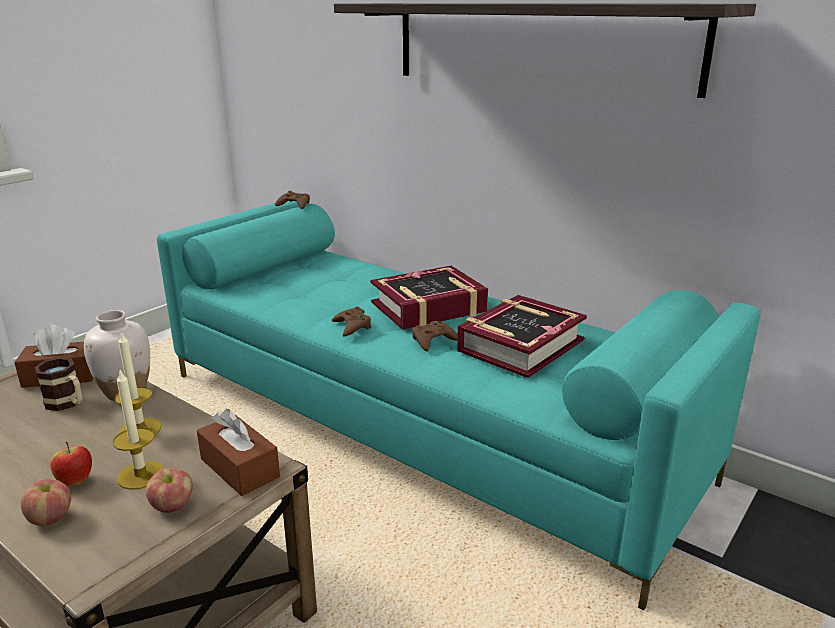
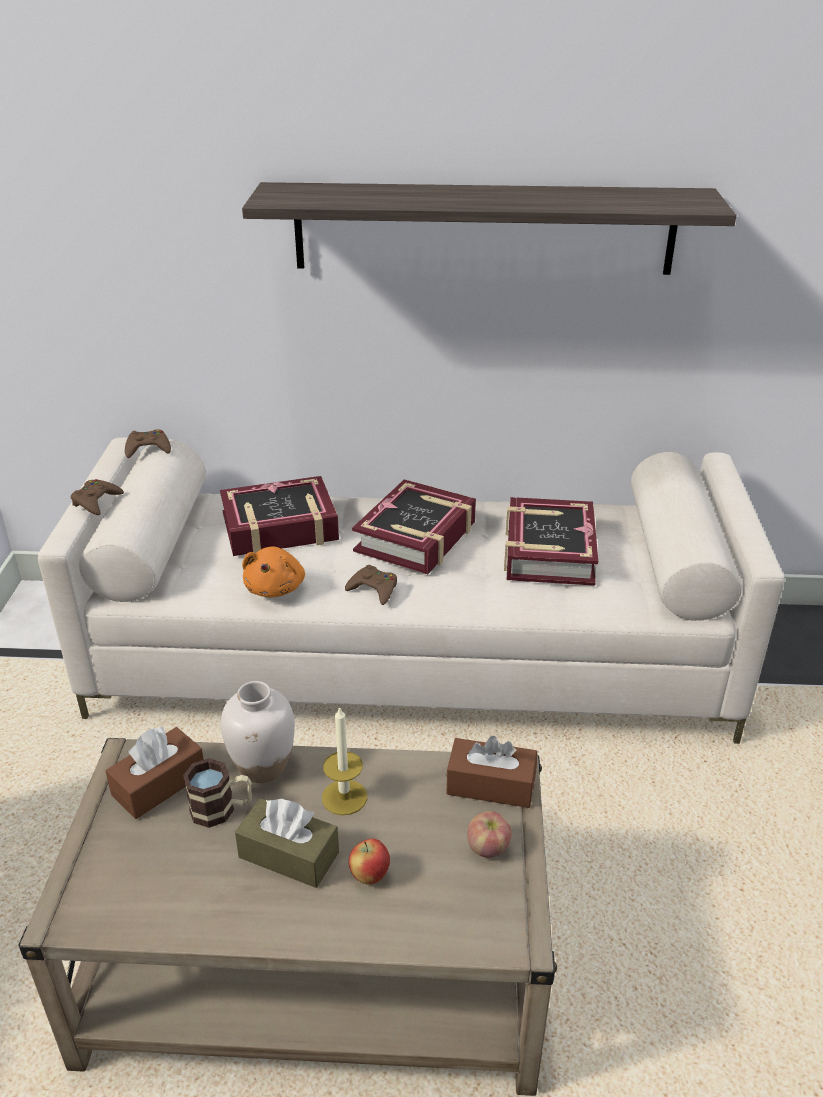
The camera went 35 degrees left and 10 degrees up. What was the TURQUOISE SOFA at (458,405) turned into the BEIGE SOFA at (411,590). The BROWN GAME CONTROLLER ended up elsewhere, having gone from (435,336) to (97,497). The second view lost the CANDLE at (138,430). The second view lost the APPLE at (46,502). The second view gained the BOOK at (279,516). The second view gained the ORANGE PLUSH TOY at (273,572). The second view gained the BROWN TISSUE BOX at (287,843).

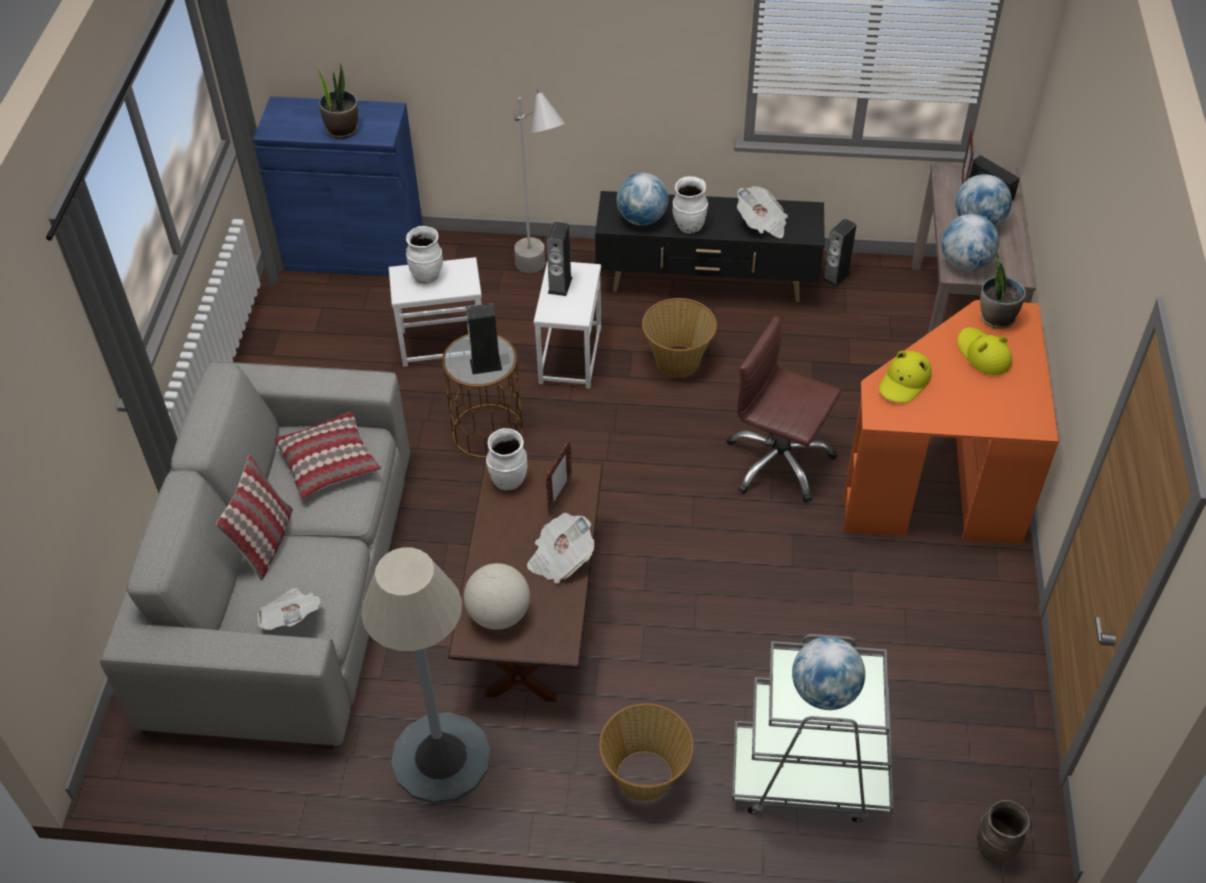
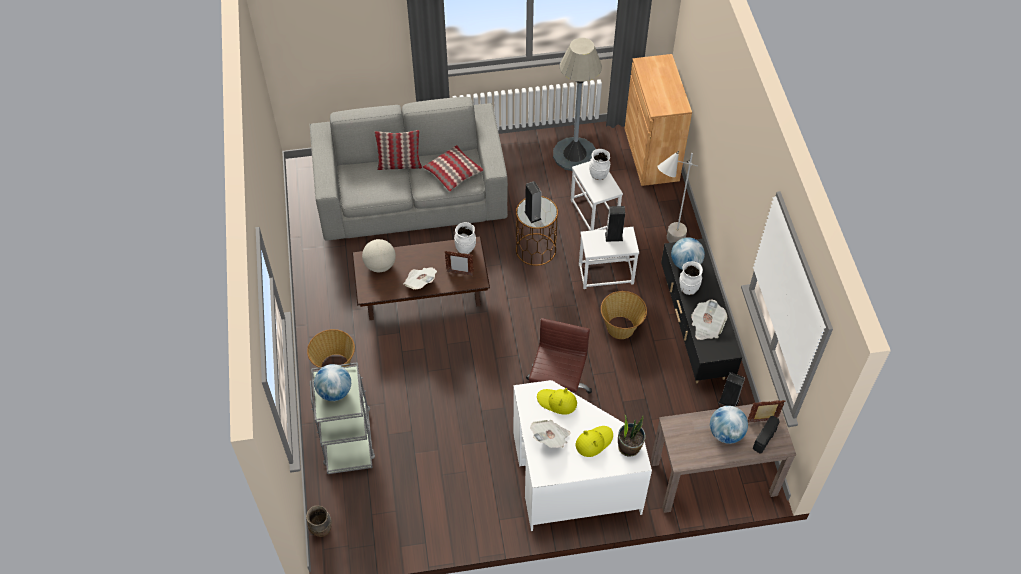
The camera went 75 degrees right and 5 degrees up. The second view lost the POTTED PLANT at (336,101). What was the BLUE CABINET at (338,186) turned into the BROWN CABINET at (658,120). The second view lost the GLOBE at (970,242). What was the ORANGE DESK at (950,422) turned into the WHITE DESK at (582,455). The GREY FLOOR LAMP ended up elsewhere, having gone from (426,675) to (577,104). The NEWSPAPER ended up elsewhere, having gone from (289,609) to (550,434).

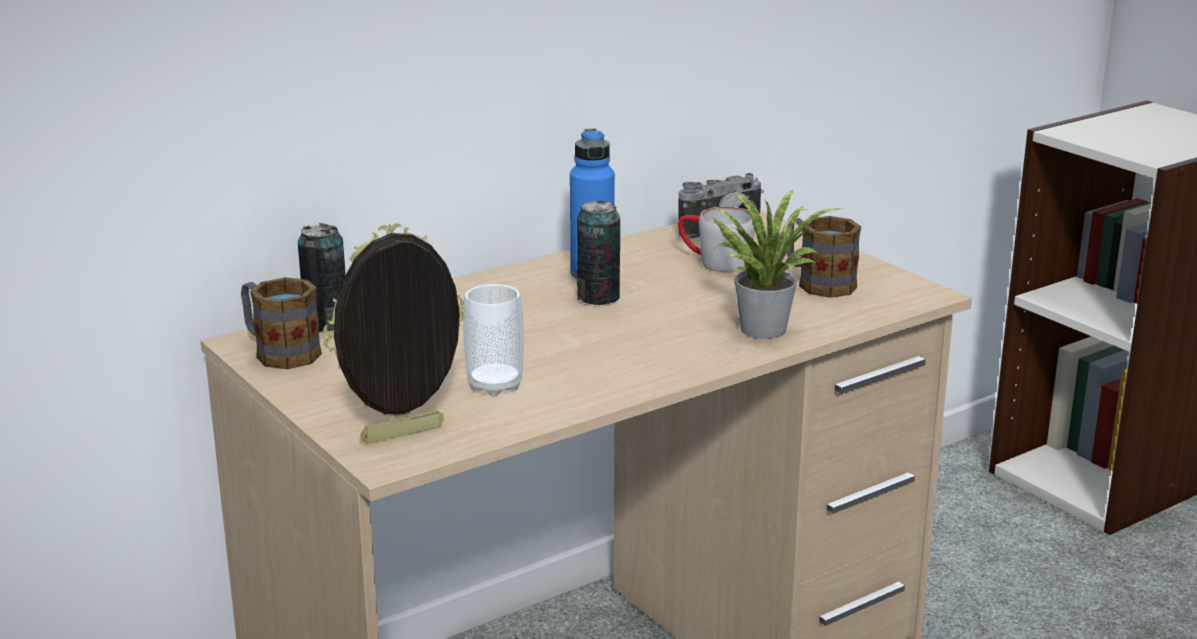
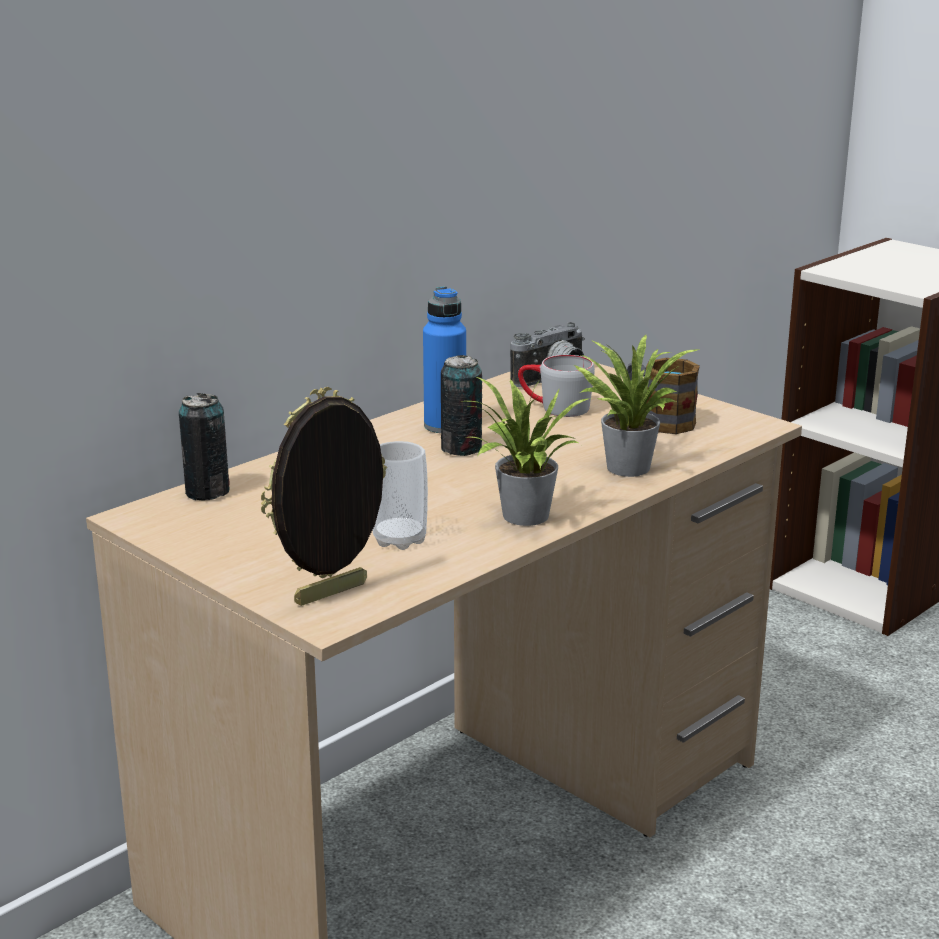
The camera went 10 degrees left and 0 degrees up. The second view lost the MUG at (281,323). The second view gained the POTTED PLANT at (526,451).

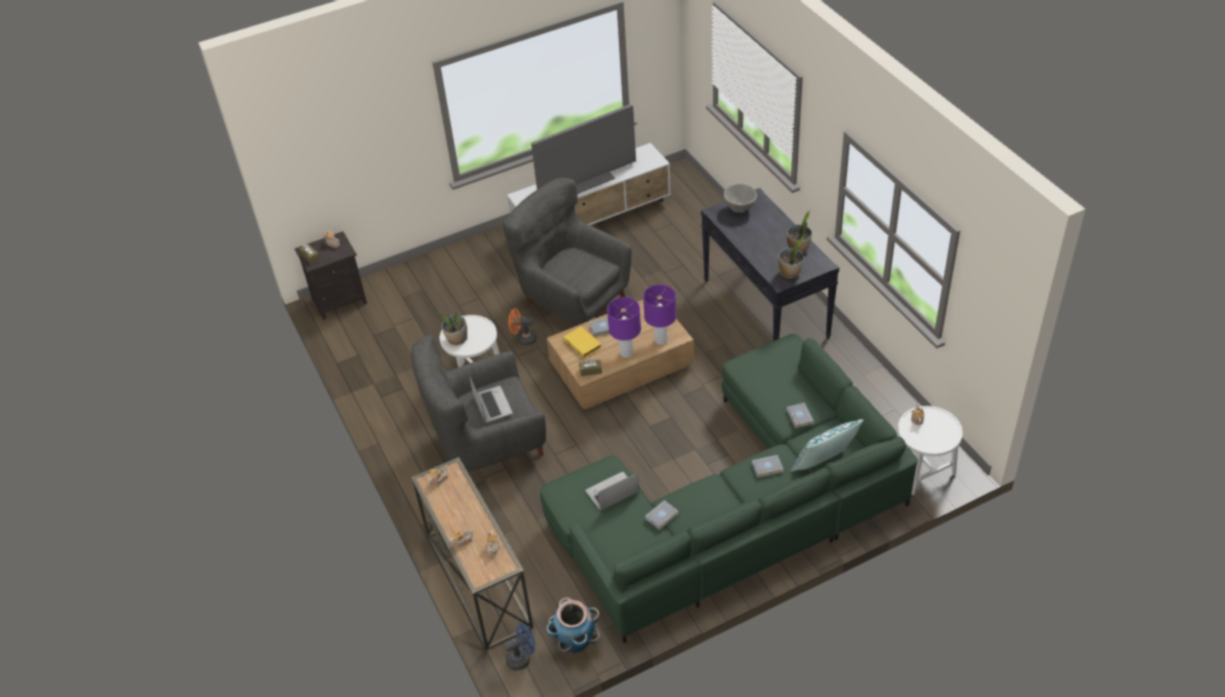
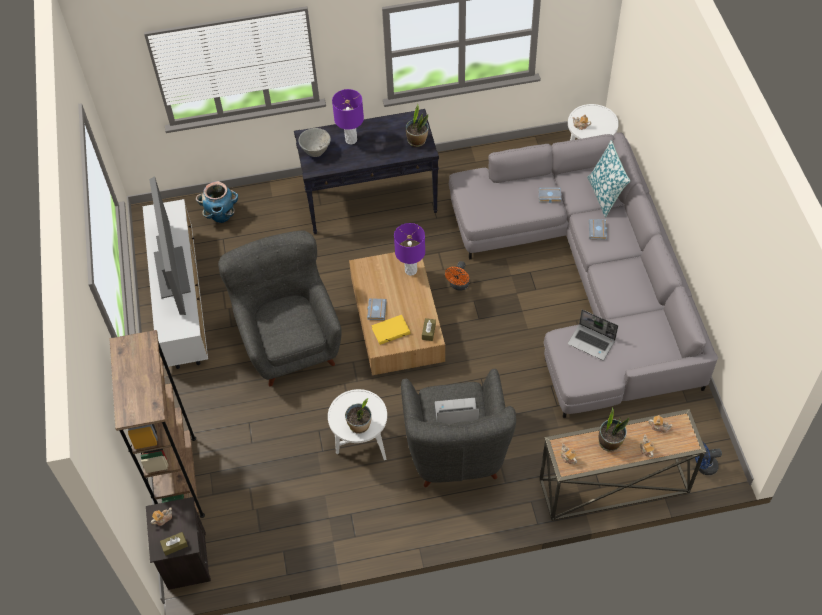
The camera went 75 degrees left and 10 degrees up. The GREY ARMCHAIR at (567,251) ended up facing another way, 105 degrees clockwise from before. The POTTED PLANT ended up elsewhere, having gone from (799,231) to (614,429). The PURPLE TABLE LAMP ended up elsewhere, having gone from (624,327) to (348,116). The ORANGE FAN ended up elsewhere, having gone from (522,327) to (457,276). What was the GREEN SOFA at (729,488) turned into the GREY SOFA at (583,275). The LAPTOP at (612,491) ended up facing another way, 45 degrees counterclockwise from before. The second view lost the GREY BOOK at (661,515). The PLANTER ended up elsewhere, having gone from (573,625) to (217,202). The BLUE FAN at (519,647) ended up facing another way, 90 degrees counterclockwise from before. The second view gained the BROWN BOOKCASE at (157,424).

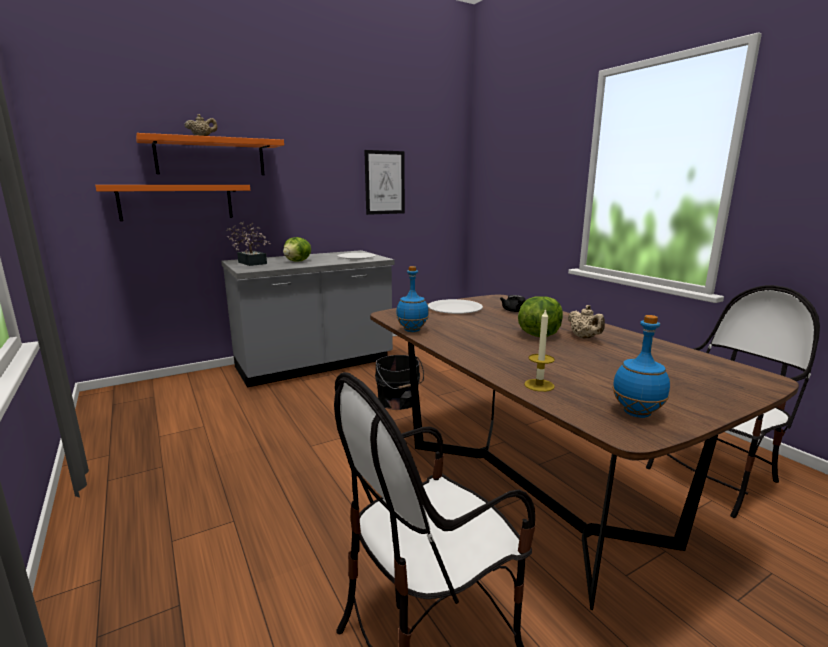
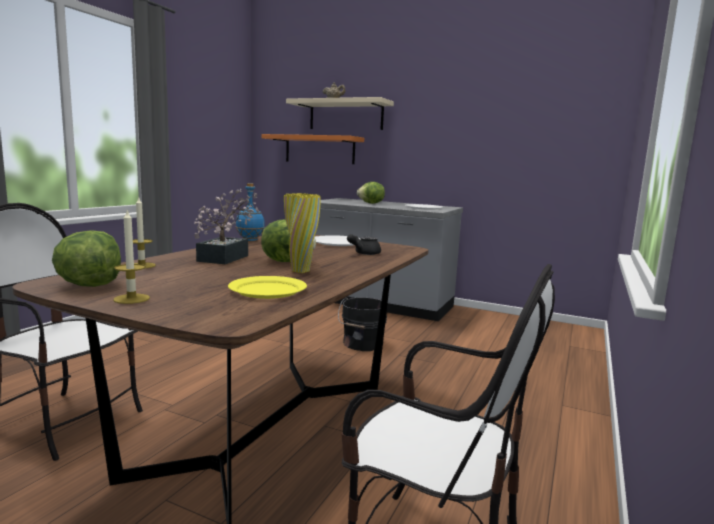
The camera went 55 degrees right and 5 degrees down. What was the ORANGE SHELF at (210,154) turned into the BEIGE SHELF at (340,113). The second view lost the PICTURE at (384,182). The POTTED PLANT ended up elsewhere, having gone from (248,243) to (227,226). Where the BEIGE TEAPOT stood at (586,321), the YELLOW VASE came to stand at (302,233). Where the BLUE BOTTLE stood at (641,366), the LETTUCE came to stand at (86,258). The second view gained the CANDLE at (131,257). The second view gained the YELLOW PLATE at (267,287).

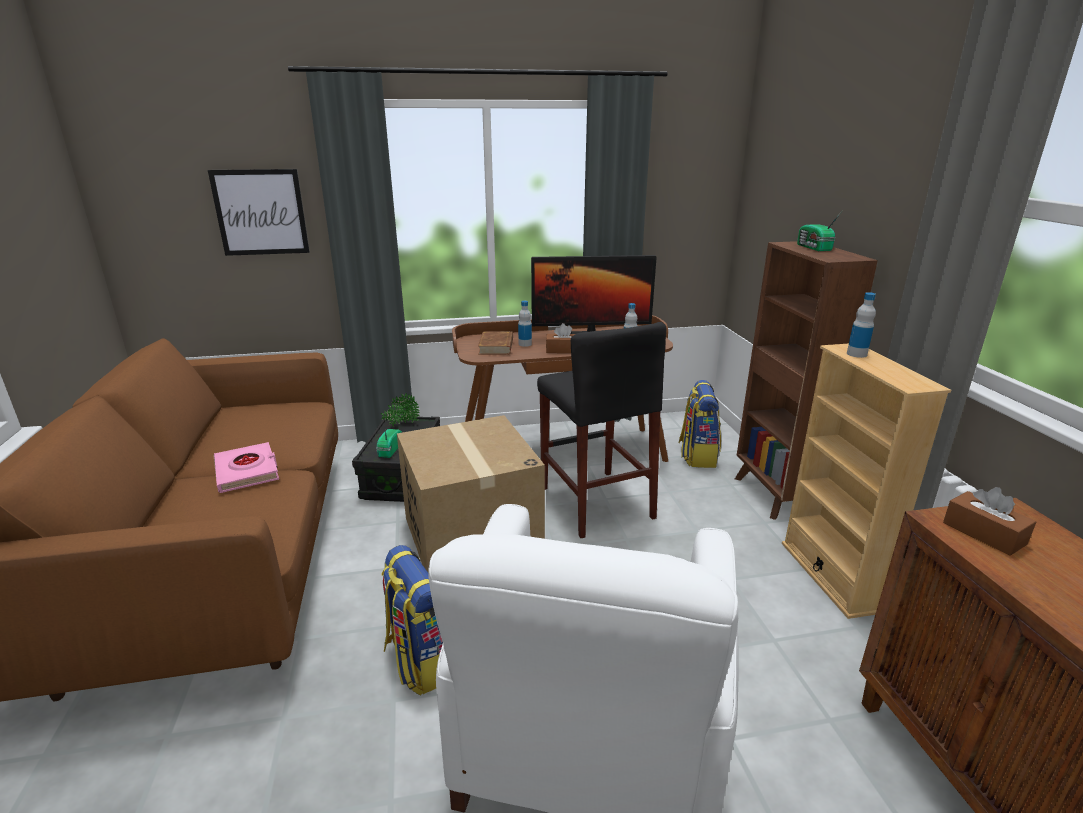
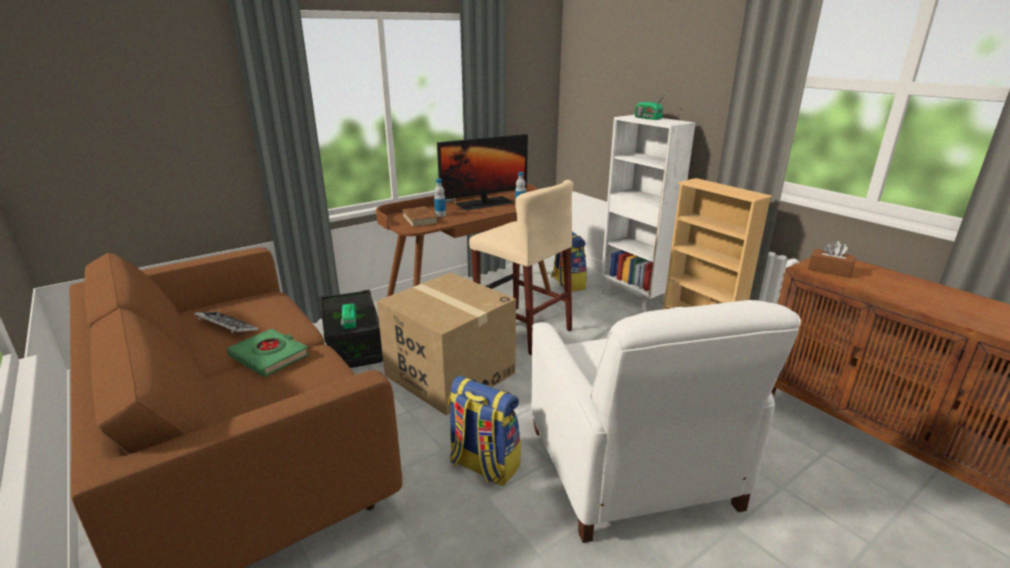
The camera went 25 degrees left and 0 degrees up. The second view lost the PICTURE at (259,212). What was the BROWN BOOKCASE at (806,380) turned into the WHITE BOOKCASE at (648,214). The second view lost the BOTTLE at (861,325). What was the BLACK STOOL at (601,430) turned into the BEIGE STOOL at (521,267). The second view lost the BROWN TISSUE BOX at (560,338). The second view lost the POTTED PLANT at (400,409). What was the PINK BOOK at (246,467) turned into the GREEN BOOK at (268,353). The second view gained the KEYBOARD at (226,322).

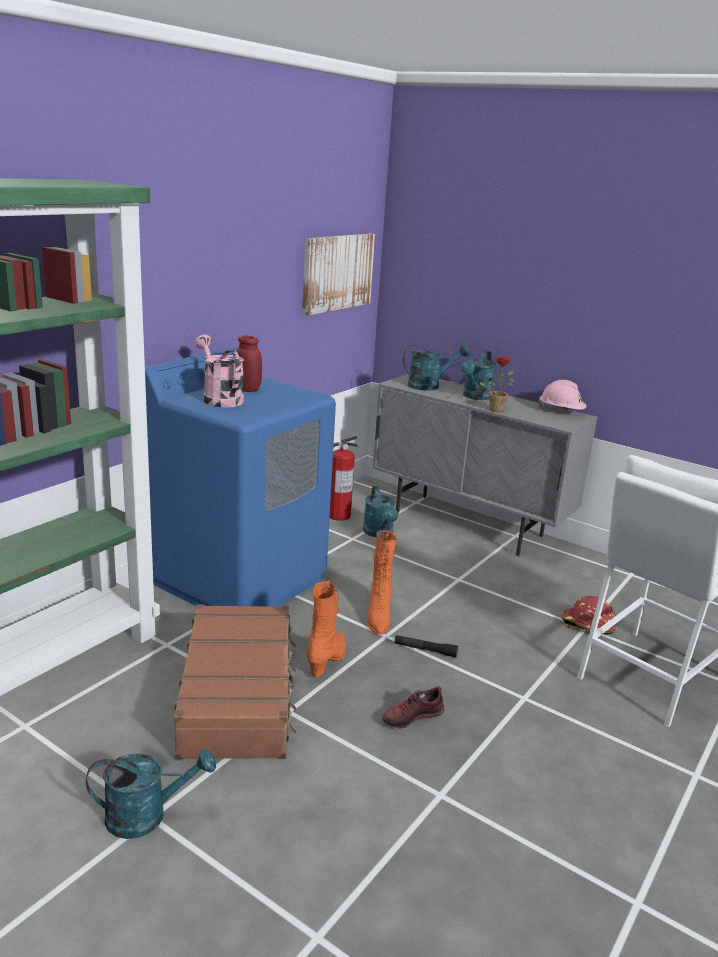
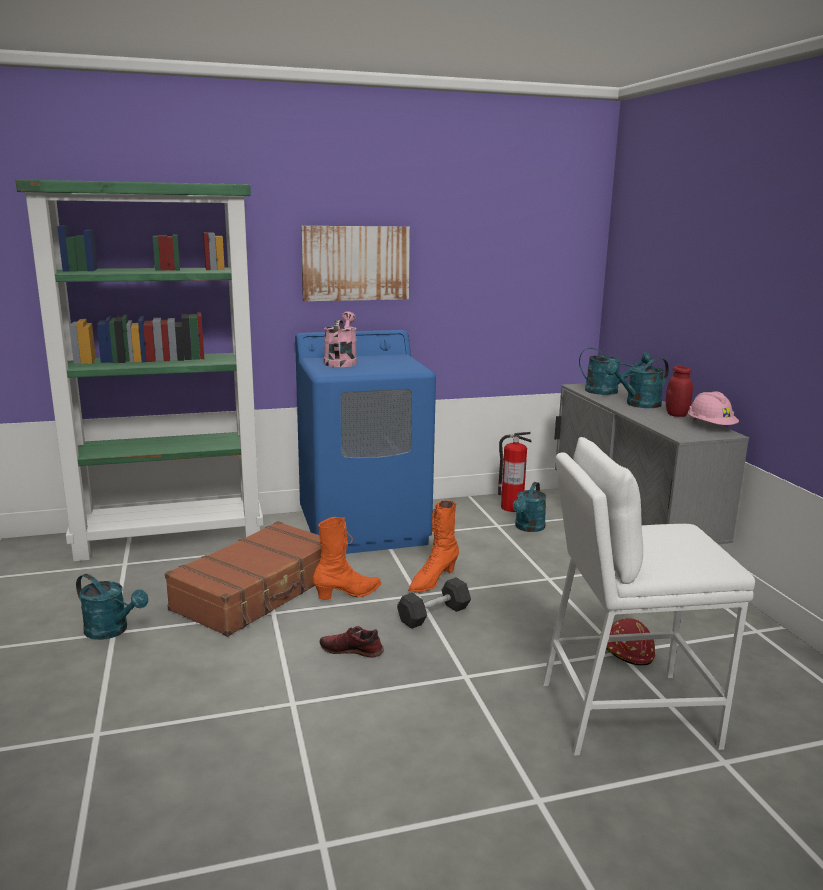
The camera went 40 degrees right and 5 degrees down. The PICTURE ended up elsewhere, having gone from (338,275) to (355,263). The RED JAR ended up elsewhere, having gone from (249,364) to (679,391). The second view lost the POTTED PLANT at (496,384). Where the BLACK FLASHLIGHT stood at (426,646), the GREY DUMBBELL came to stand at (434,603).

